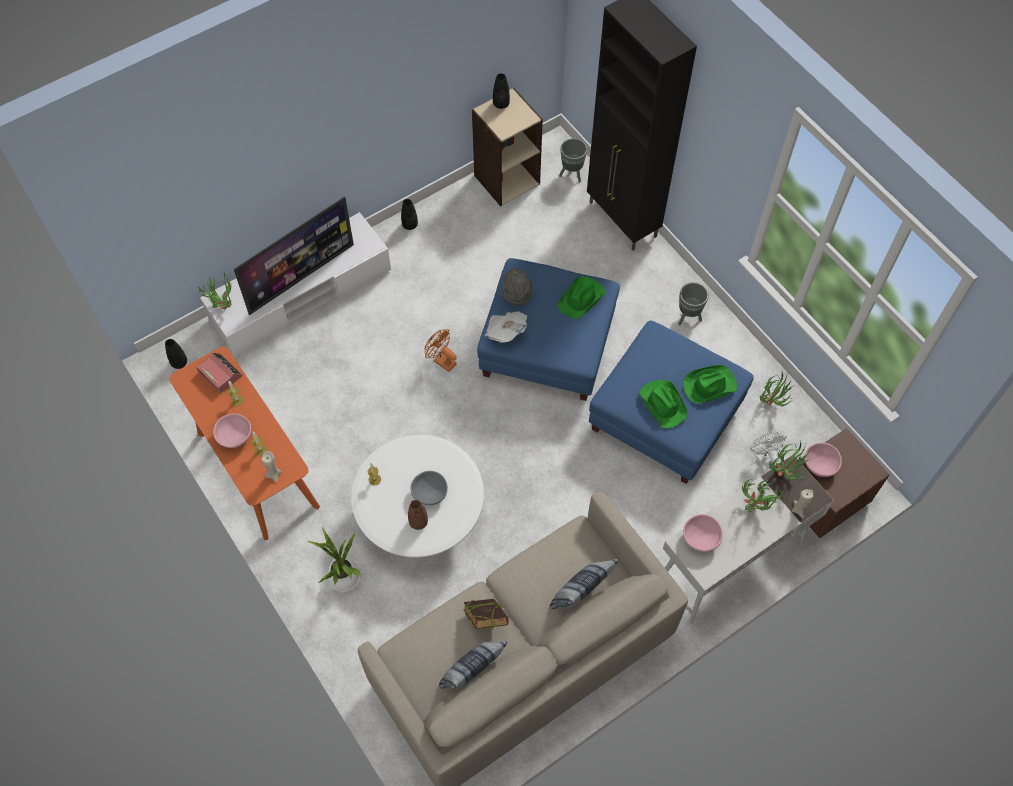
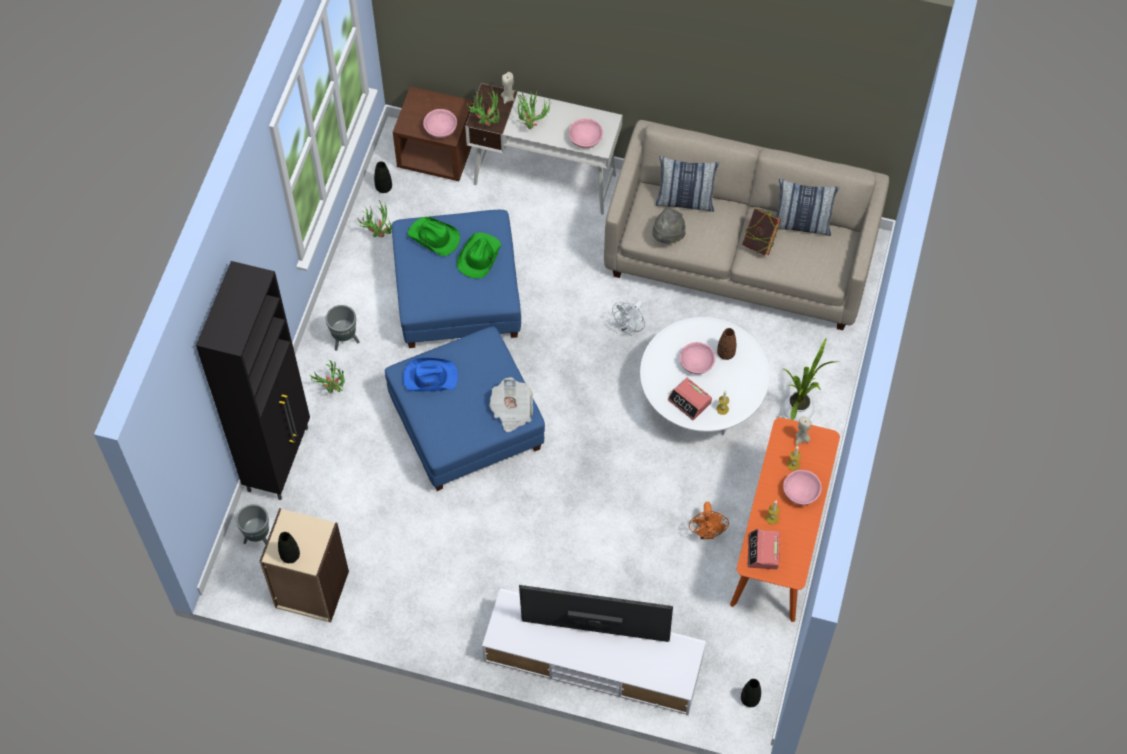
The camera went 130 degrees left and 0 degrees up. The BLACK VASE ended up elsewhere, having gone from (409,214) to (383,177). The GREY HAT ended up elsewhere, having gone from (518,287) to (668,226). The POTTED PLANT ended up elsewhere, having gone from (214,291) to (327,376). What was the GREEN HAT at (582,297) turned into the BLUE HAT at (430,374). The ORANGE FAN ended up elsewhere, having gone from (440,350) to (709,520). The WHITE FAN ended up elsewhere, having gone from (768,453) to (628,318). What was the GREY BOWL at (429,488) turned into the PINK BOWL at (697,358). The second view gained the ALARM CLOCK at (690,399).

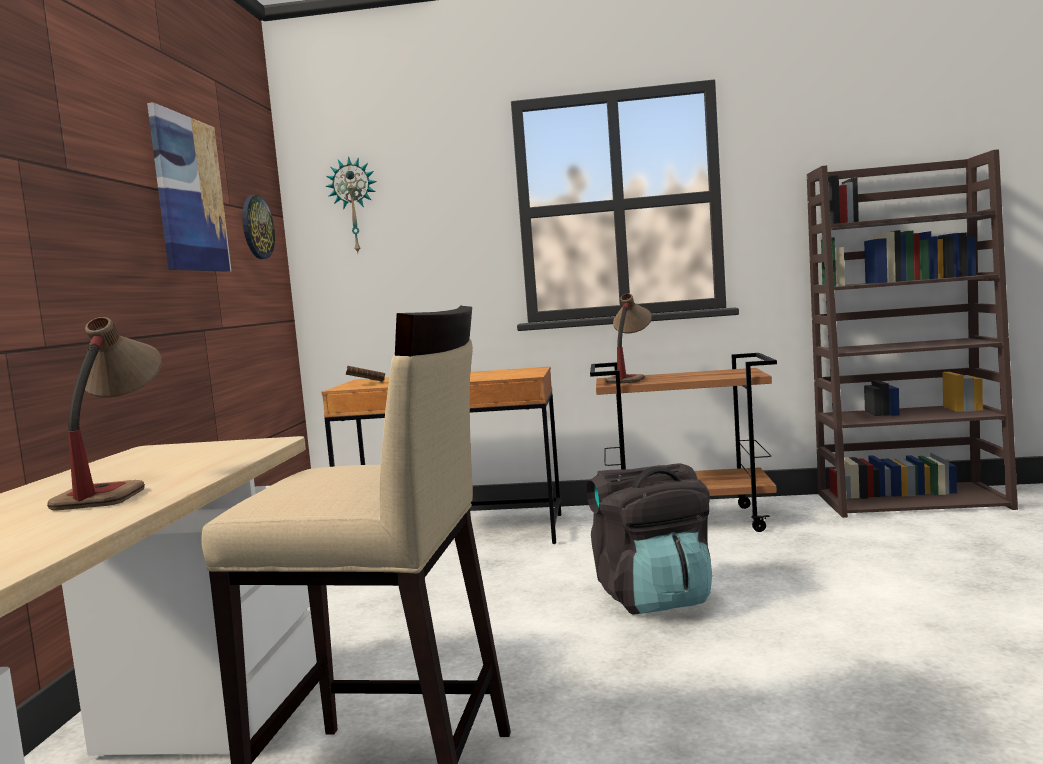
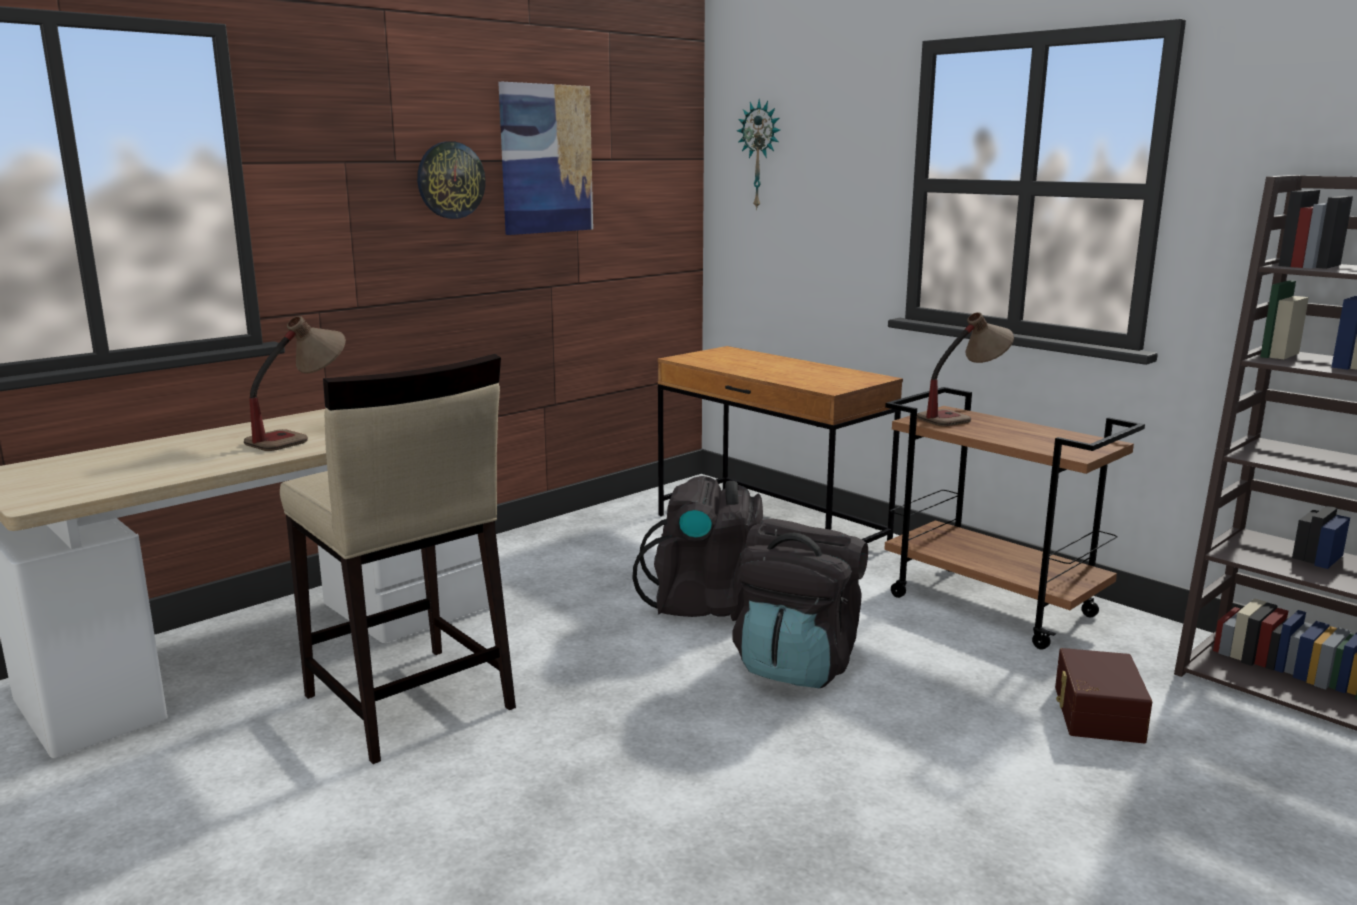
The camera went 40 degrees right and 10 degrees up. The WALL CLOCK ended up elsewhere, having gone from (258,227) to (451,180). The second view lost the BROWN BOOK at (366,374). The second view gained the BLACK BACKPACK at (697,548). The second view gained the BROWN STORAGE BOX at (1103,695).

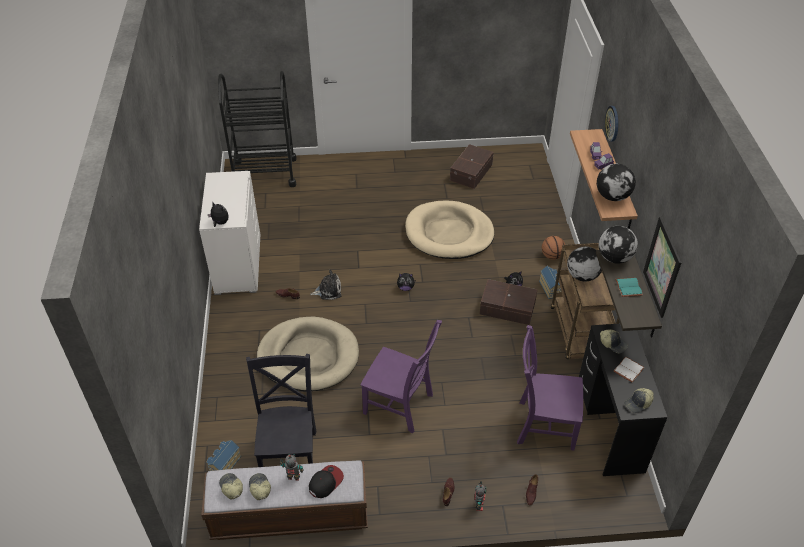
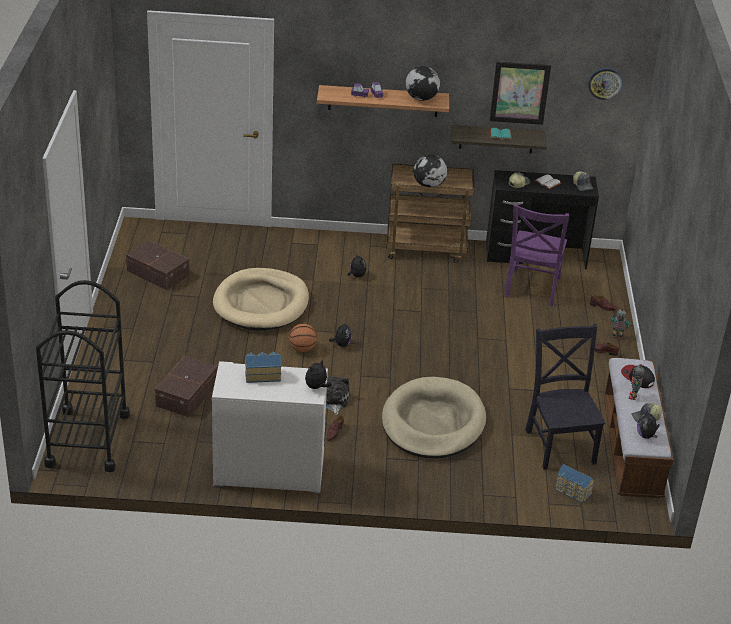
The camera went 85 degrees left and 10 degrees down. The WALL CLOCK ended up elsewhere, having gone from (611,124) to (605,84). The second view lost the GLOBE at (618,245). The BASKETBALL ended up elsewhere, having gone from (553,248) to (303,338). The TOY HOUSE ended up elsewhere, having gone from (550,282) to (263,367). The BROWN STORAGE BOX ended up elsewhere, having gone from (509,302) to (186,386). The second view lost the PURPLE CHAIR at (401,376). The BLACK CHAIR at (281,410) ended up facing another way, 75 degrees clockwise from before. Where the CAP stood at (231,486), the PLUSH TOY came to stand at (648,423).

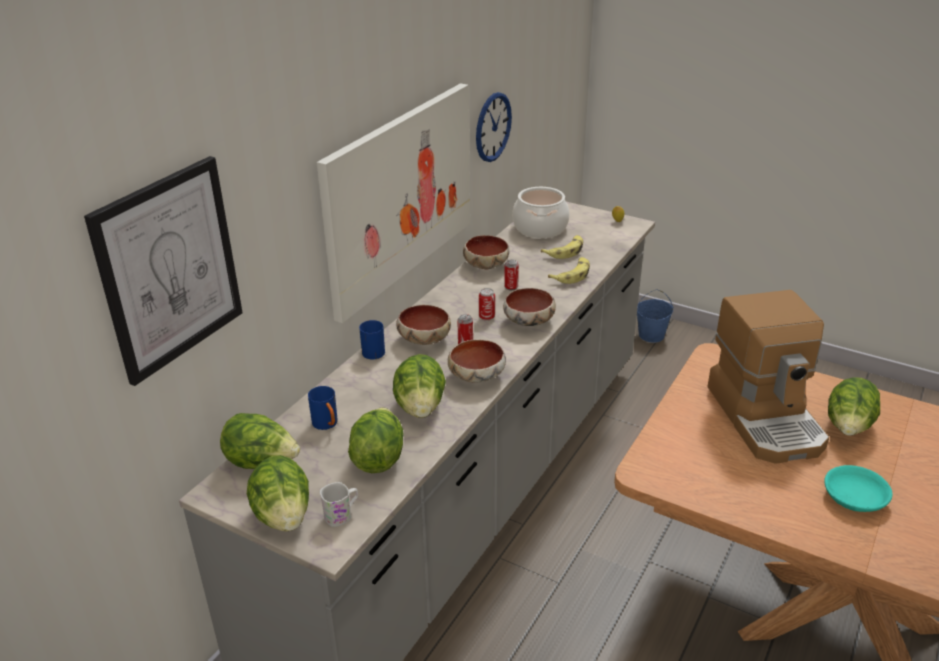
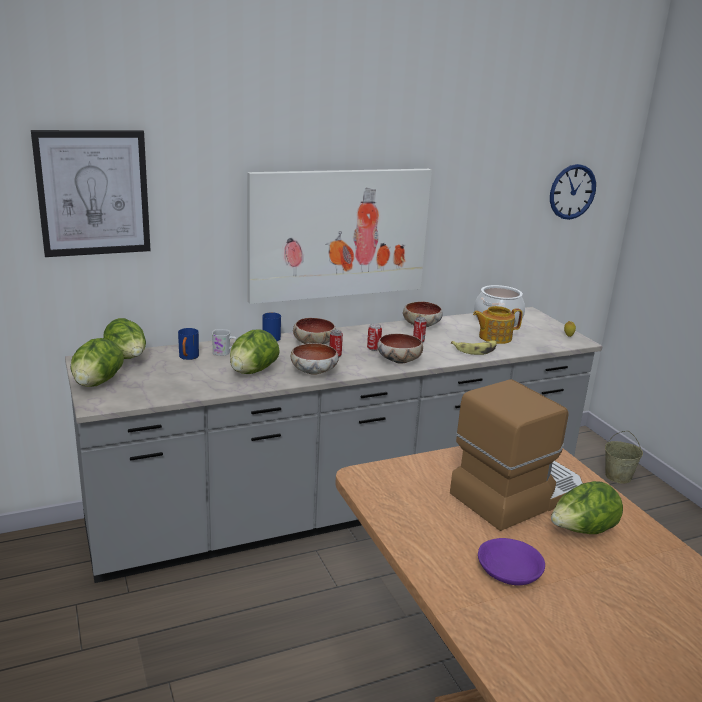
The camera went 35 degrees right and 10 degrees down. The WALL CLOCK ended up elsewhere, having gone from (494,127) to (573,192). Where the BANANA stood at (562,247), the TEAPOT came to stand at (498,325). What was the BLUE BUCKET at (655,315) turned into the BEIGE BUCKET at (624,457). The COFFEE MACHINE at (768,377) ended up facing another way, 150 degrees counterclockwise from before. The second view lost the LETTUCE at (376,440). What was the TURQUOISE BOWL at (858,488) turned into the PURPLE BOWL at (511,561). The WHITE MUG ended up elsewhere, having gone from (339,504) to (224,342).

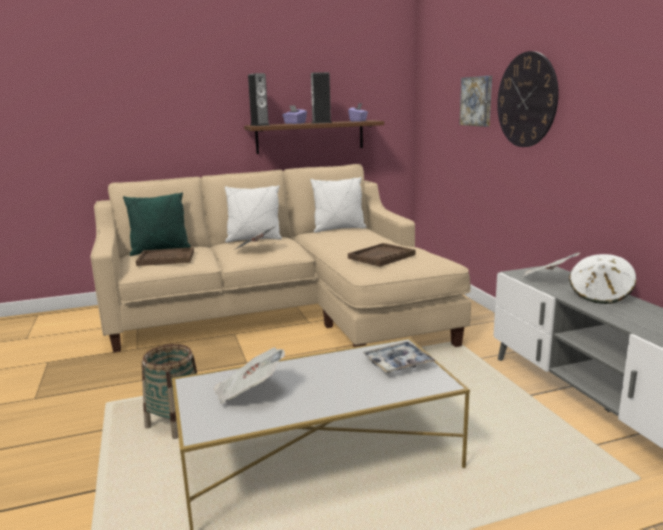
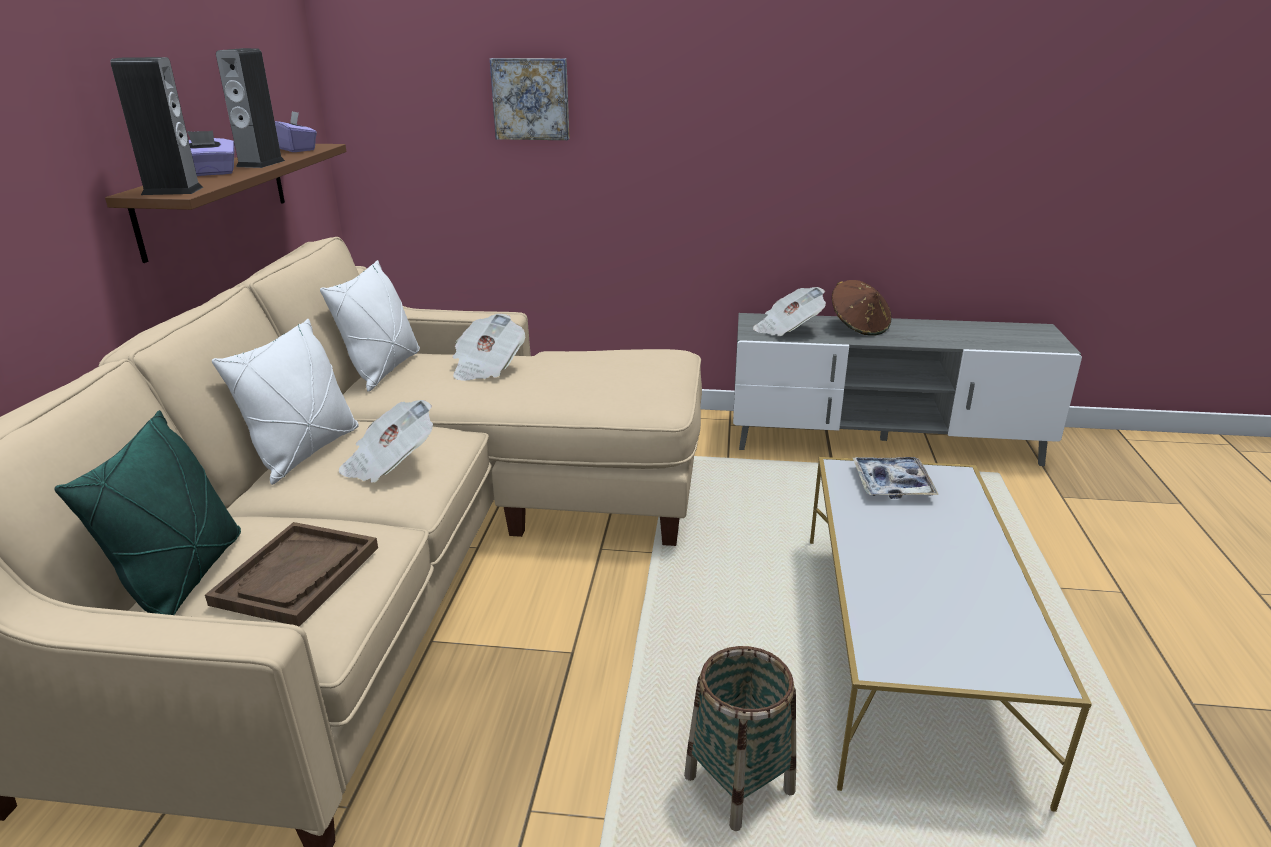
The camera went 65 degrees left and 10 degrees up. The second view lost the WALL CLOCK at (528,99). The second view lost the BROWN TRAY at (382,255). What was the WHITE HAT at (602,279) turned into the BROWN HAT at (861,308). The NEWSPAPER ended up elsewhere, having gone from (249,375) to (489,347).

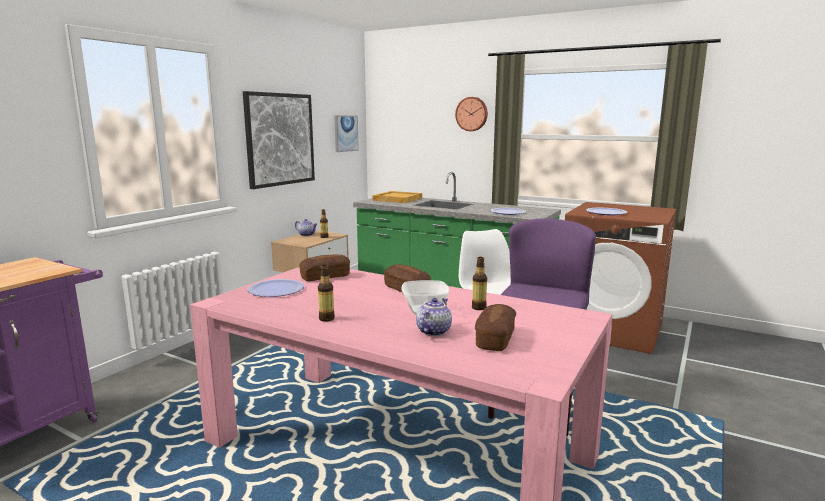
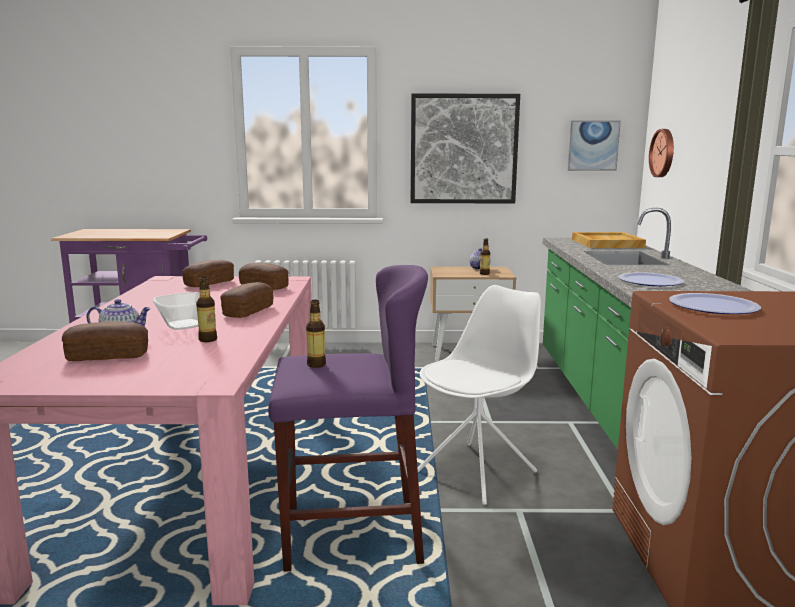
The camera went 60 degrees right and 0 degrees up. The WALL CLOCK ended up elsewhere, having gone from (471,114) to (661,153). The BOTTLE ended up elsewhere, having gone from (326,293) to (316,334). Where the PLATE stood at (276,288), the BREAD came to stand at (208,273).

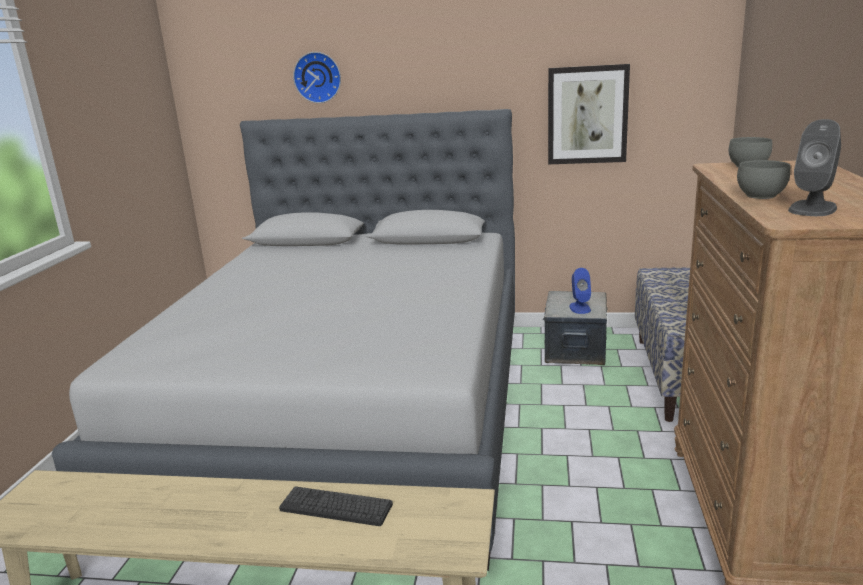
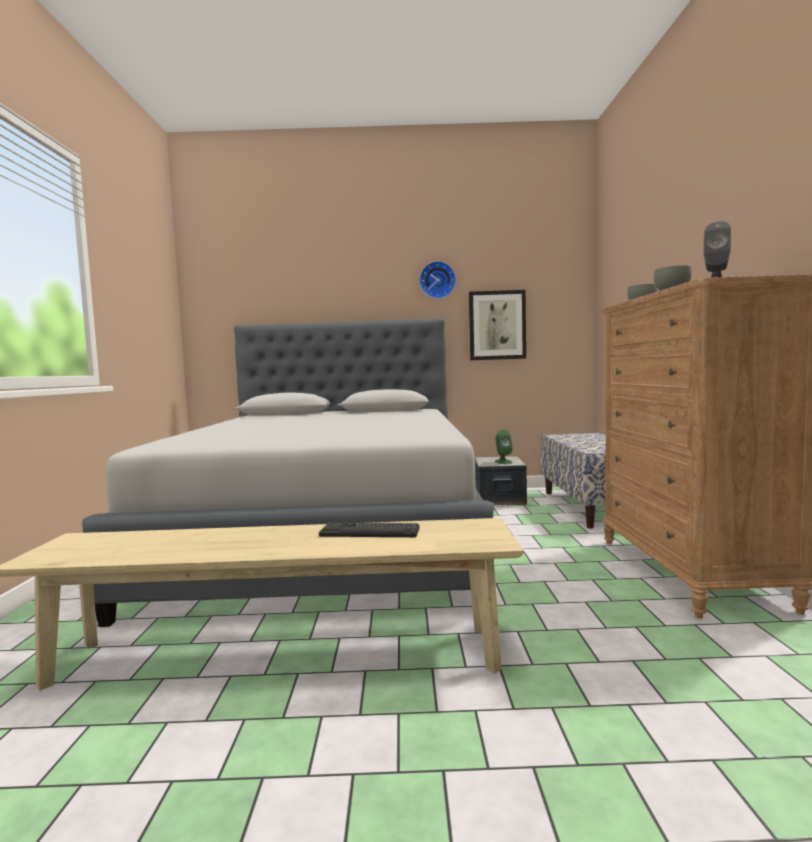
The camera went 10 degrees left and 15 degrees down. The WALL CLOCK ended up elsewhere, having gone from (317,77) to (437,280). What was the BLUE SPEAKER at (580,291) turned into the GREEN SPEAKER at (504,446).

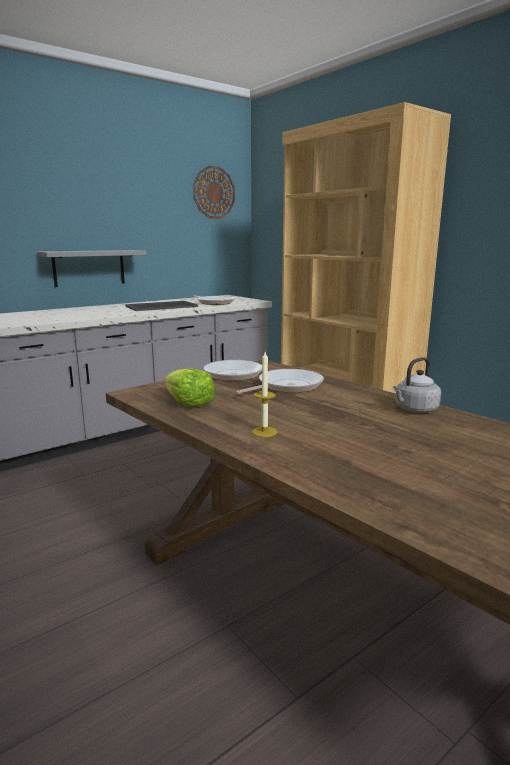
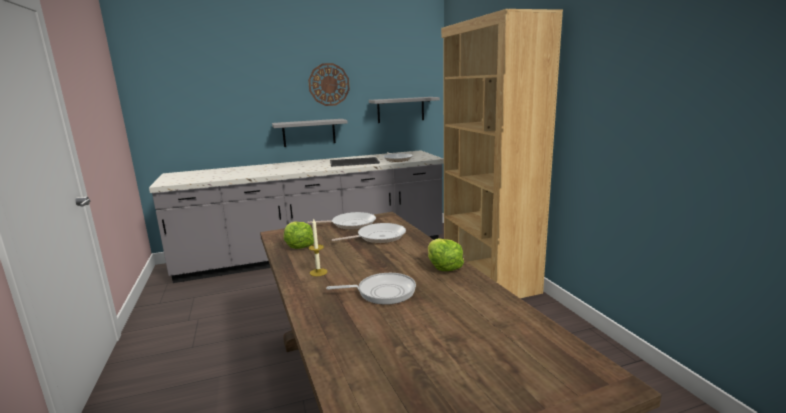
The camera went 20 degrees right and 0 degrees up. The WALL CLOCK ended up elsewhere, having gone from (214,192) to (329,84). Where the GREY KETTLE stood at (417,385), the LETTUCE came to stand at (446,254). The second view gained the GREY SHELF at (404,110). The second view gained the FRYING PAN at (371,289).

